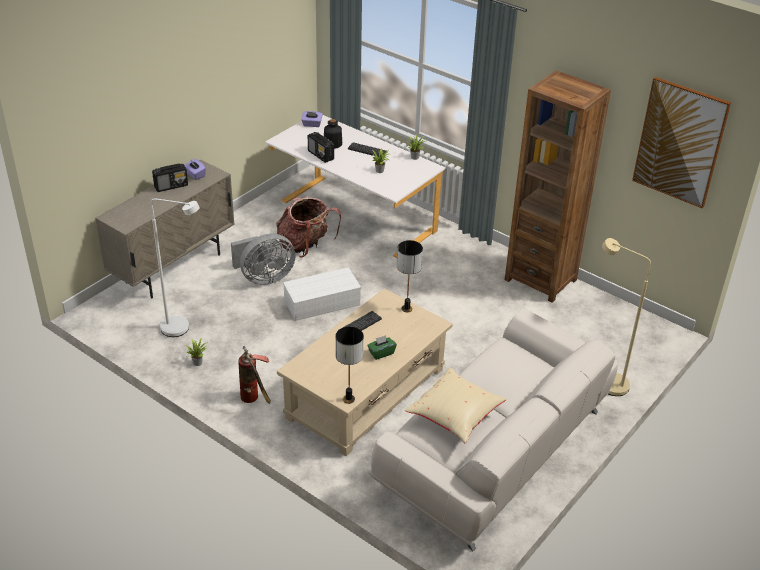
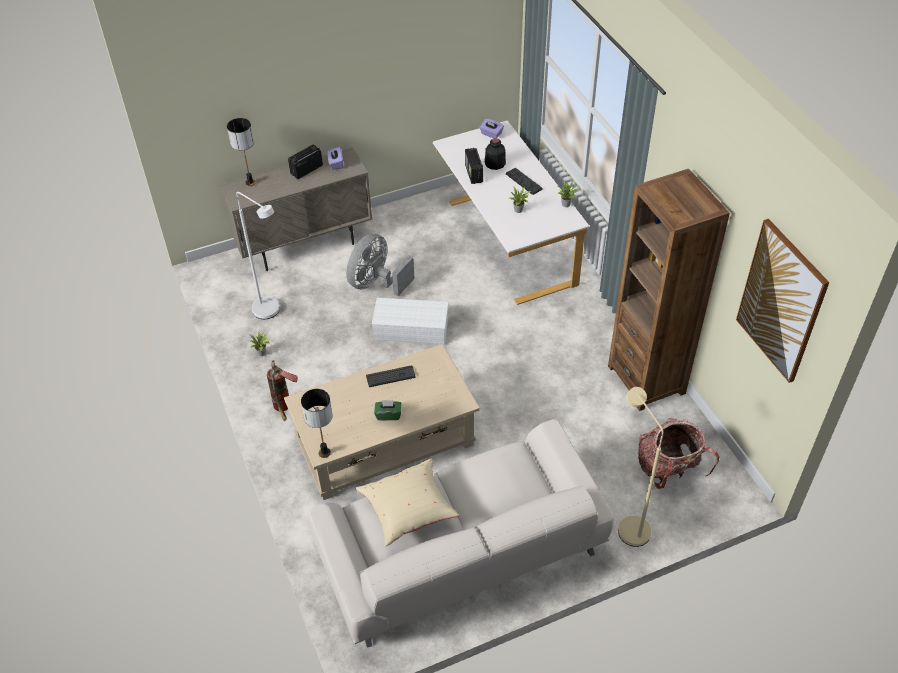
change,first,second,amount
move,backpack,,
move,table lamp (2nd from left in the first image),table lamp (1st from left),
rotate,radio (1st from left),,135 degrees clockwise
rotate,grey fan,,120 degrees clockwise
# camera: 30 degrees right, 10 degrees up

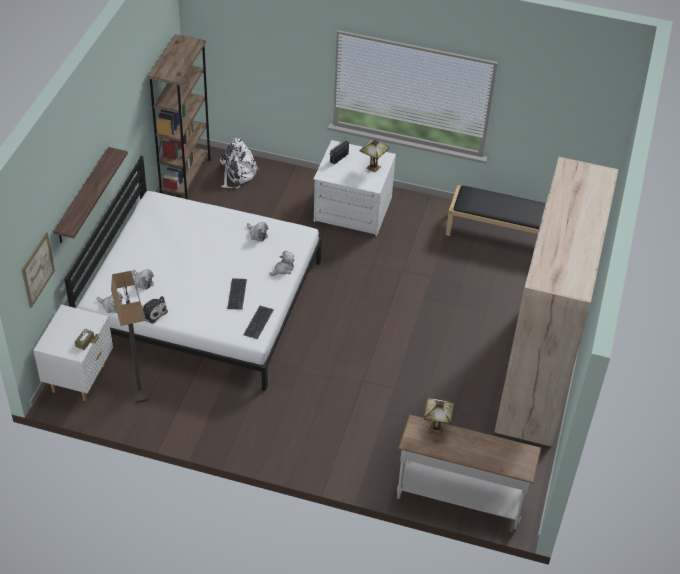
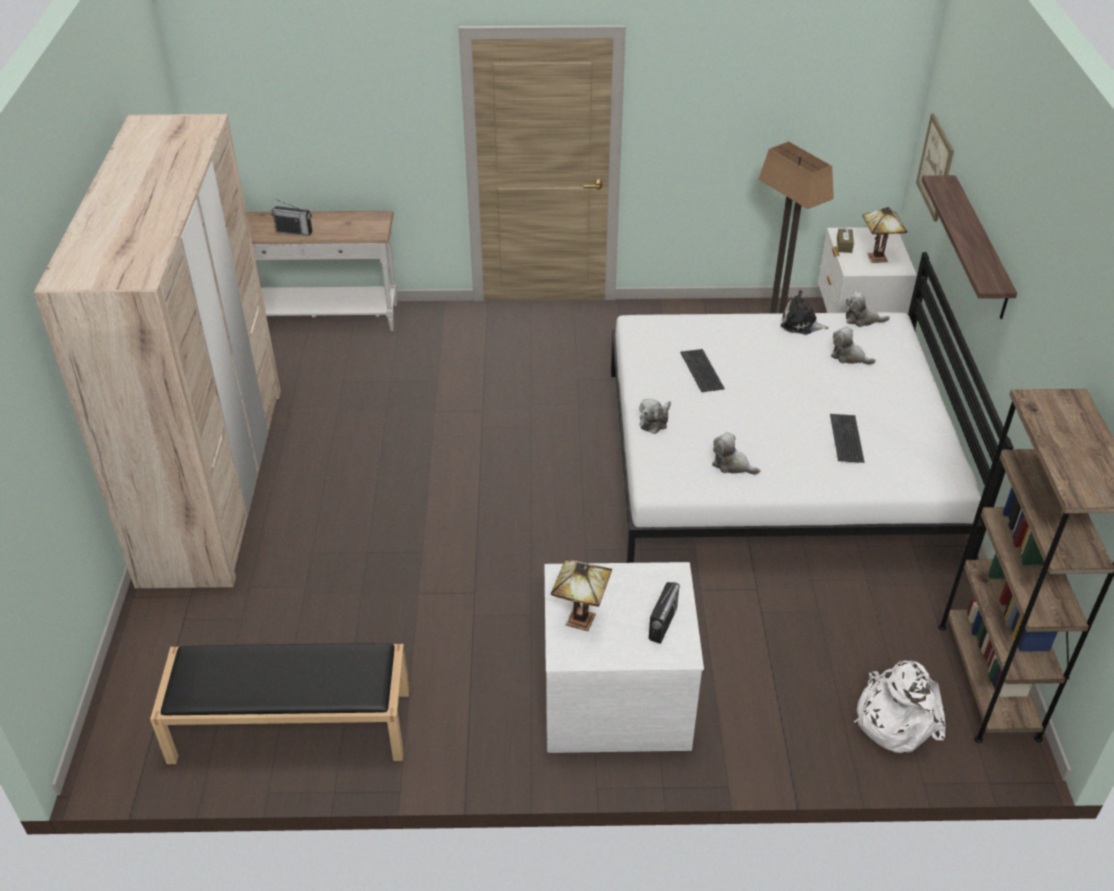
change,first,second,amount
insert,,radio (1st from left),
move,keyboard (2nd from left),,
move,table lamp (2nd from left),,
# camera: 165 degrees right, 5 degrees down

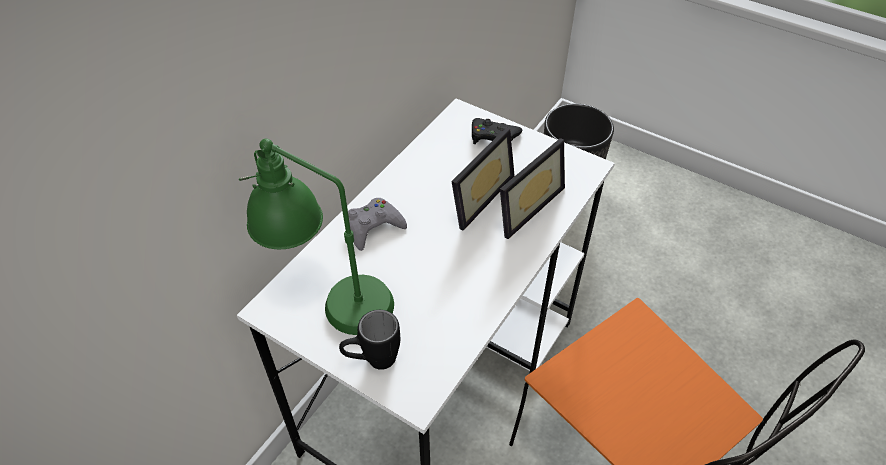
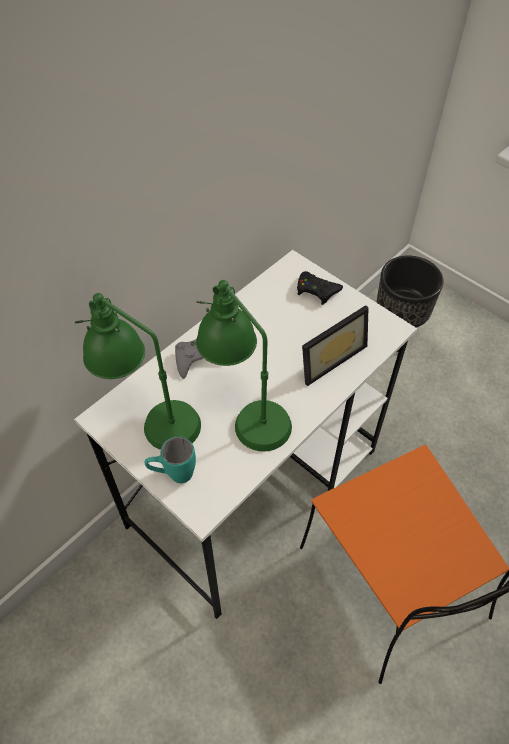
change,first,second,amount
delete,picture frame (1st from left),,
insert,,green table lamp (2nd from left),
recolor,black mug,turquoise mug,
# camera: 10 degrees right, 5 degrees up

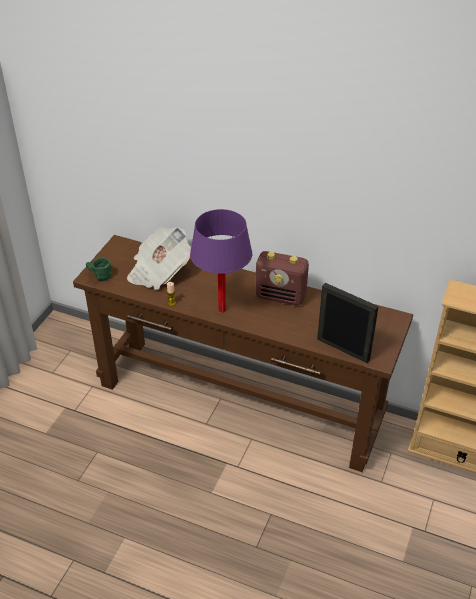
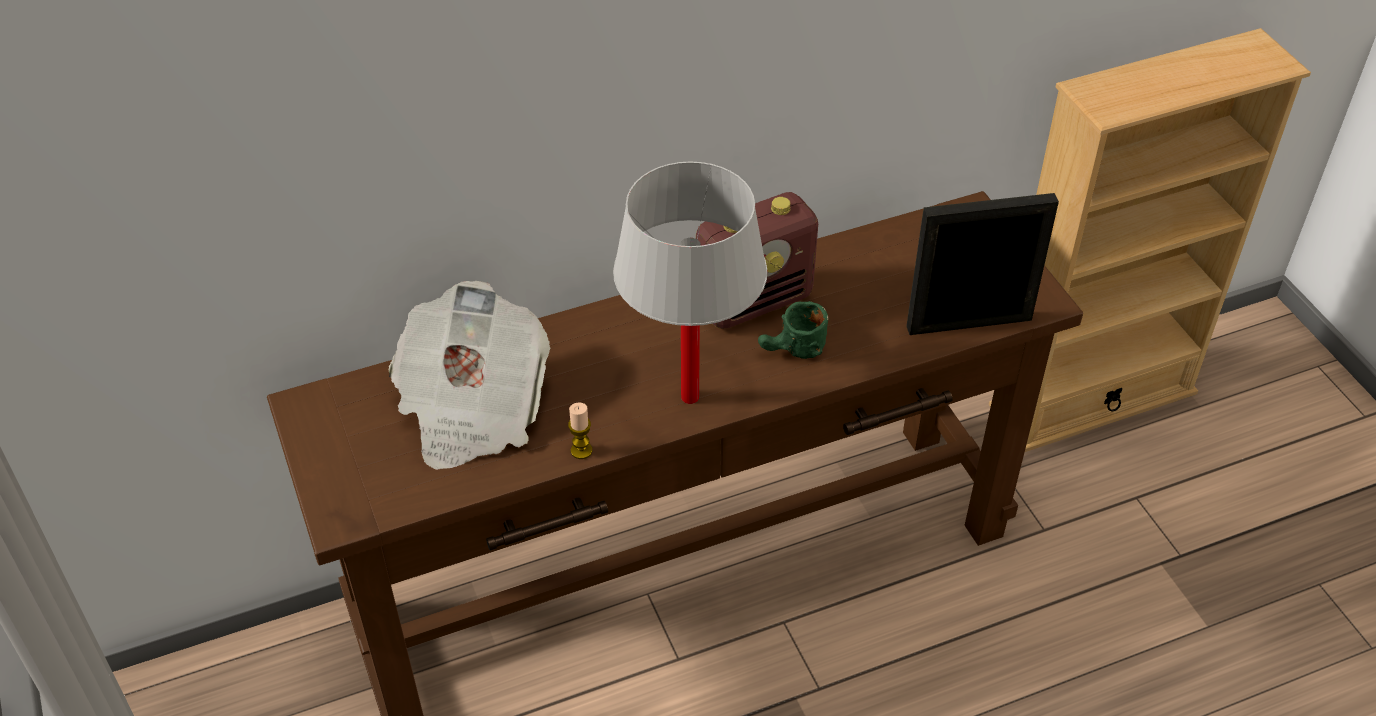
change,first,second,amount
move,green mug,,
recolor,purple table lamp,white table lamp,
# camera: 45 degrees left, 5 degrees up

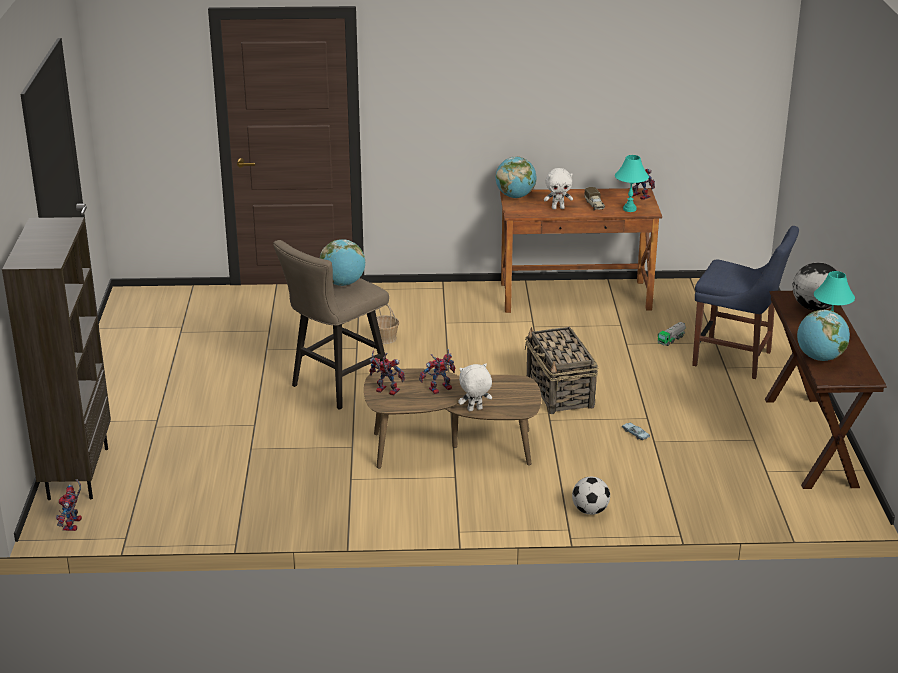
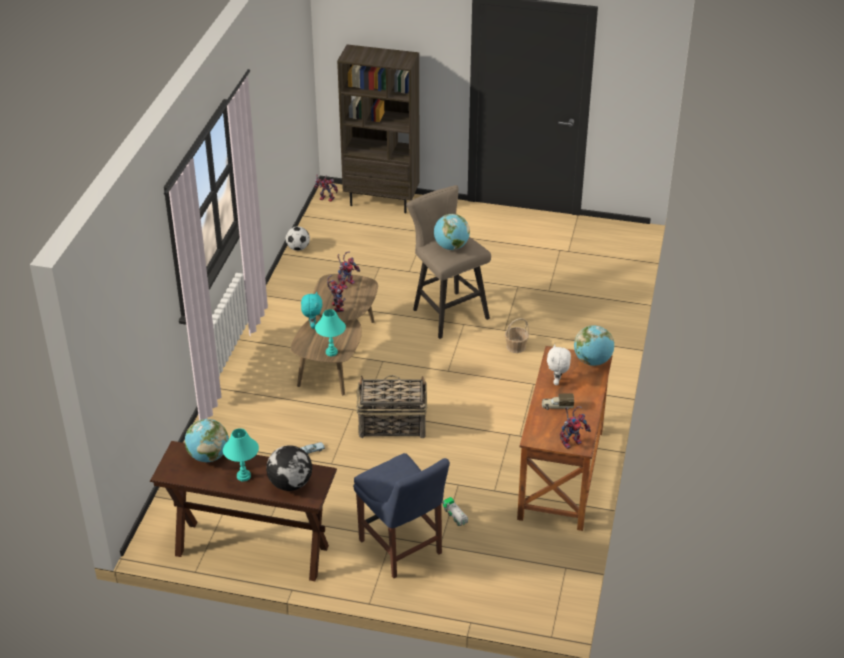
change,first,second,amount
move,football,,
move,turquoise table lamp (1st from left in the first image),turquoise table lamp (2nd from left),
recolor,white plush toy (1st from left),turquoise plush toy,
rotate,blue chair,,75 degrees counterclockwise
# camera: 105 degrees right, 10 degrees up

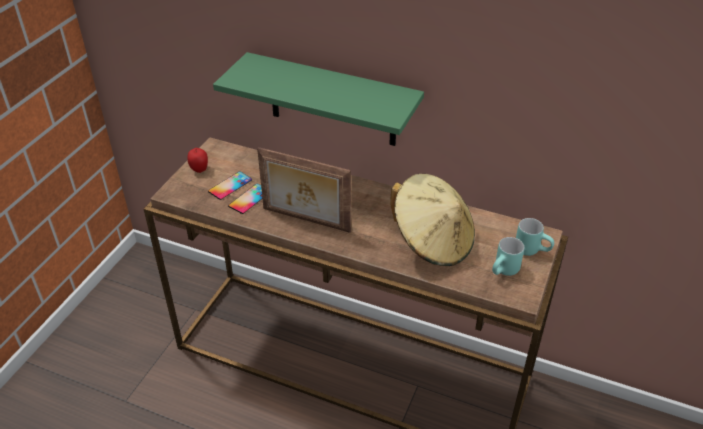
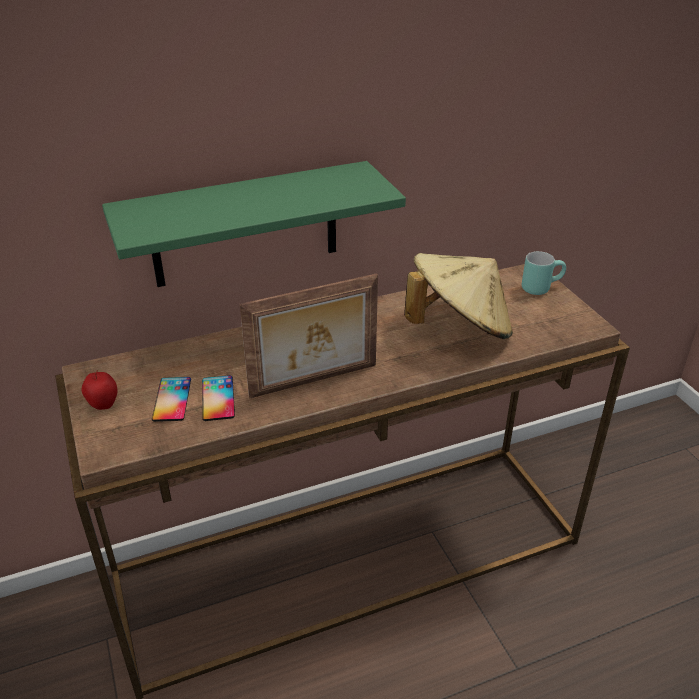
change,first,second,amount
delete,turquoise mug (1st from left),,
# camera: 45 degrees left, 5 degrees down

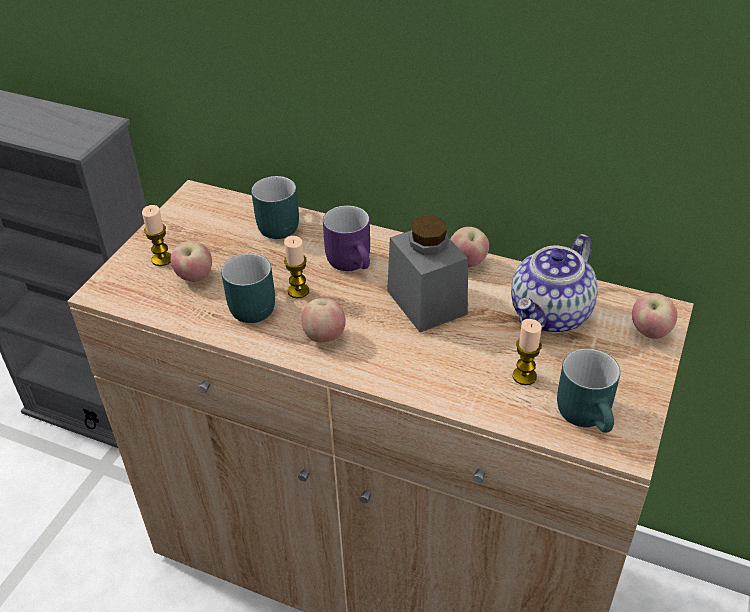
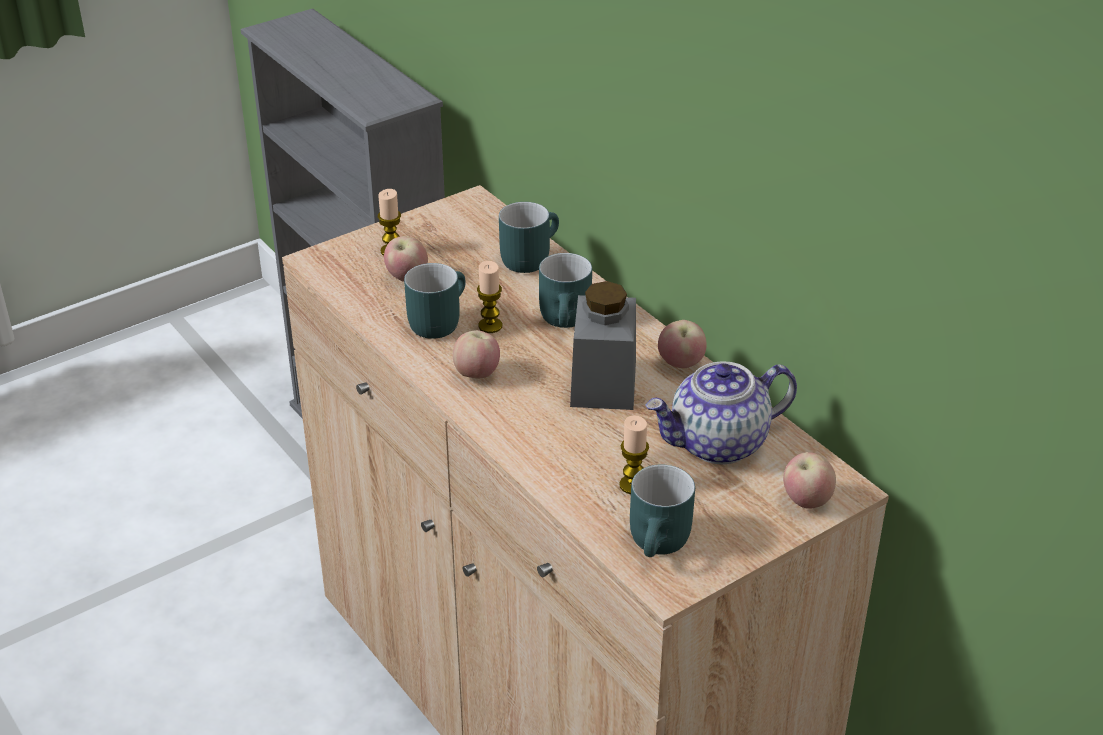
change,first,second,amount
recolor,purple mug,turquoise mug (3rd from left),
# camera: 30 degrees right, 5 degrees down

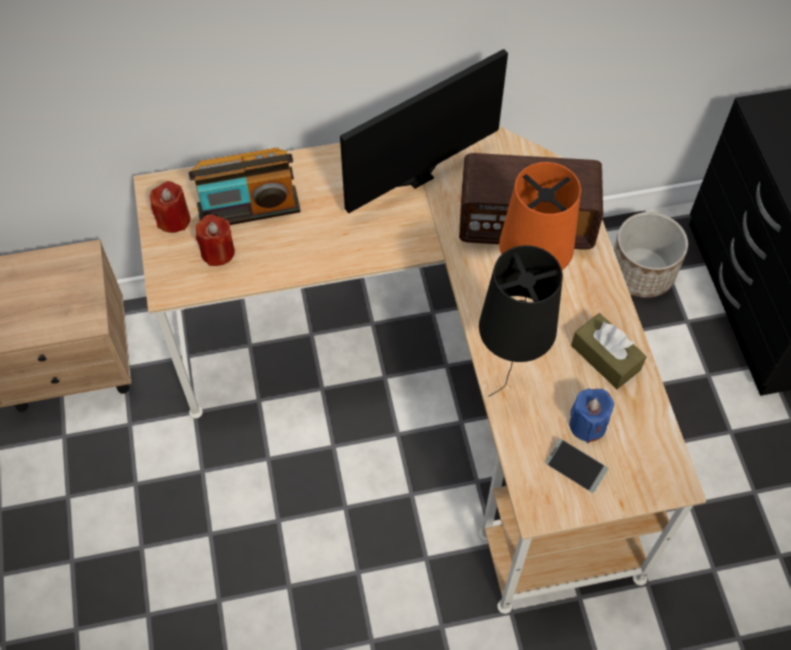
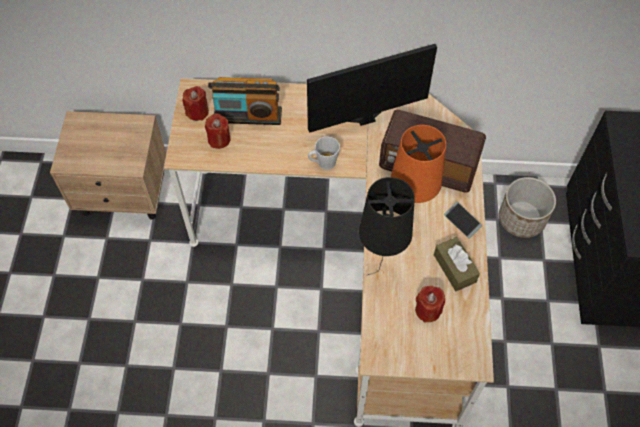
change,first,second,amount
insert,,grey mug,
move,phone,,
recolor,blue candle,red candle (3rd from left),
# camera: 15 degrees right, 0 degrees up

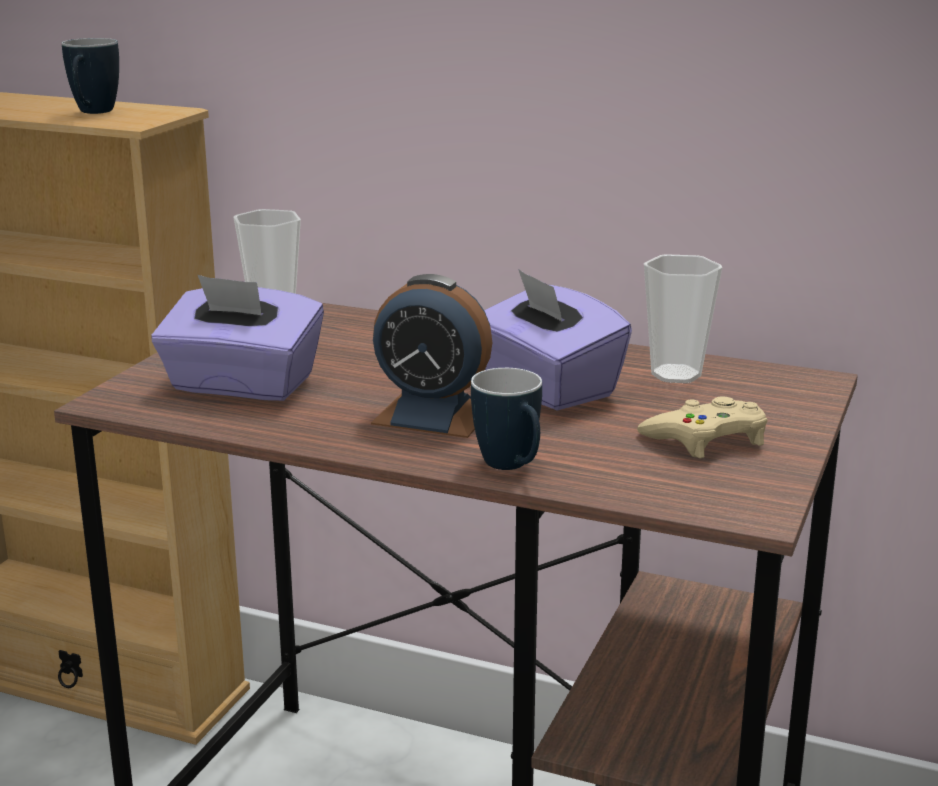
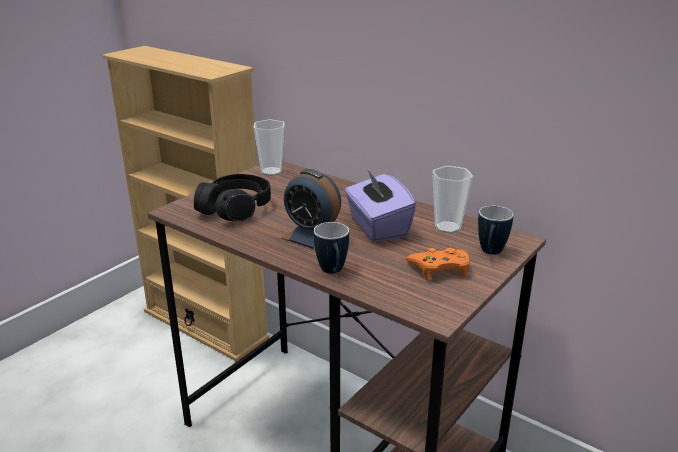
change,first,second,amount
move,mug (1st from left in the first image),mug (2nd from left),
replace,purple tissue box (1st from left),black headphones,
recolor,beige game controller,orange game controller,
# camera: 15 degrees right, 5 degrees up

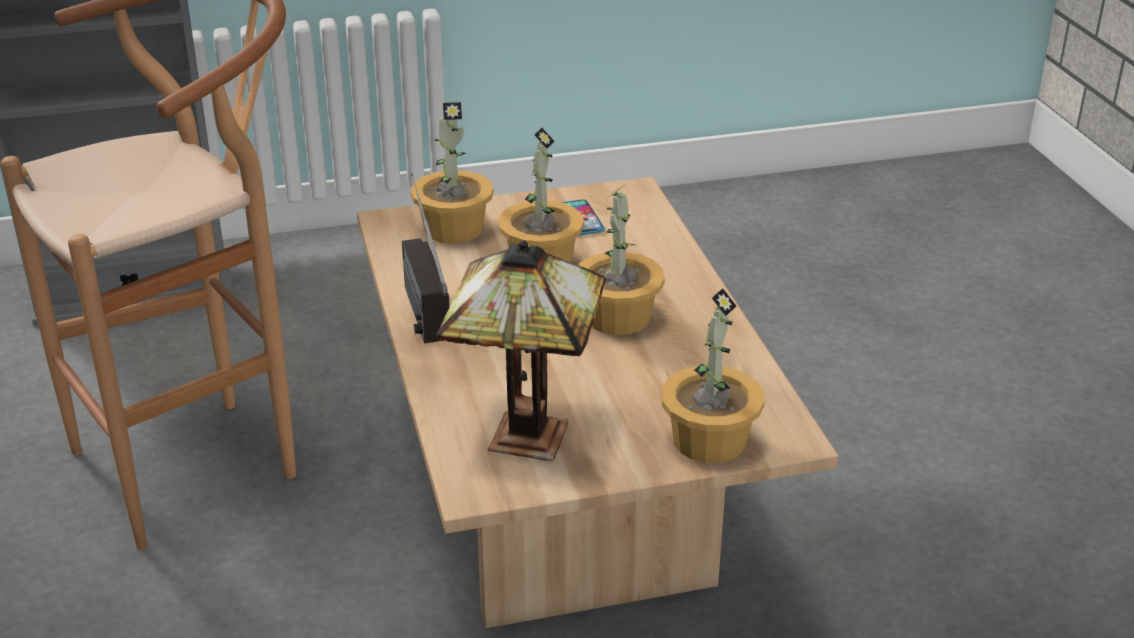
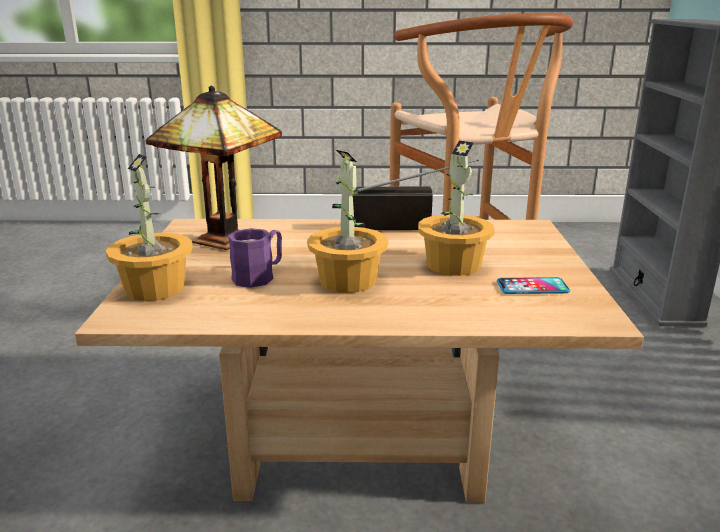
change,first,second,amount
delete,potted plant (1st from left),,
insert,,purple mug,
# camera: 105 degrees right, 10 degrees down

